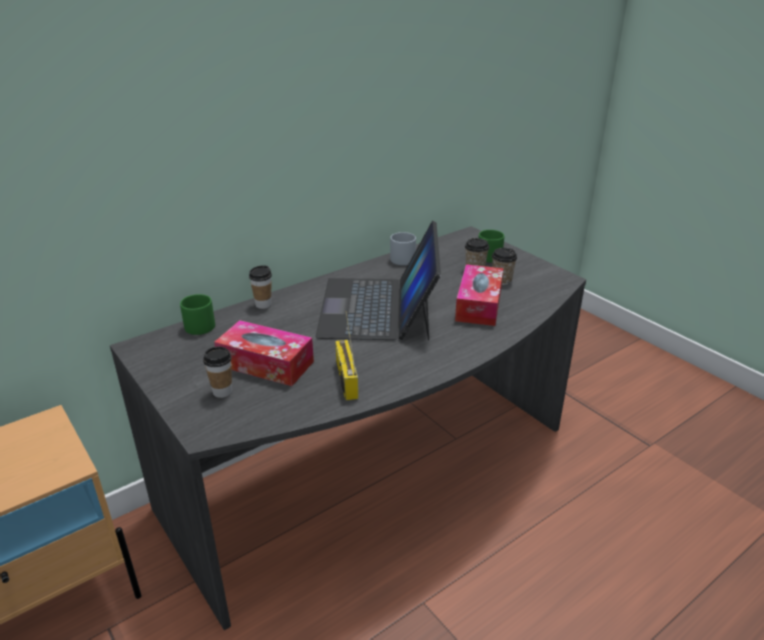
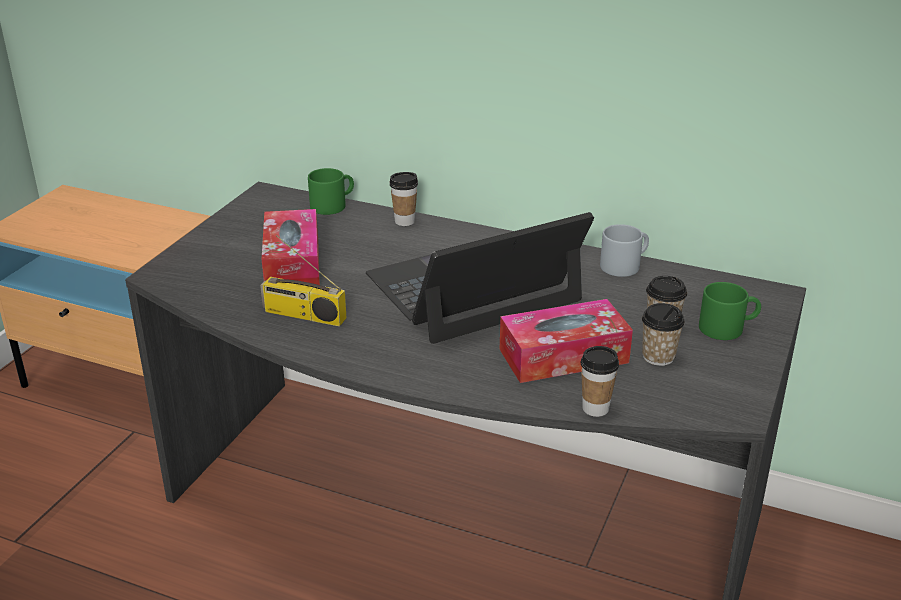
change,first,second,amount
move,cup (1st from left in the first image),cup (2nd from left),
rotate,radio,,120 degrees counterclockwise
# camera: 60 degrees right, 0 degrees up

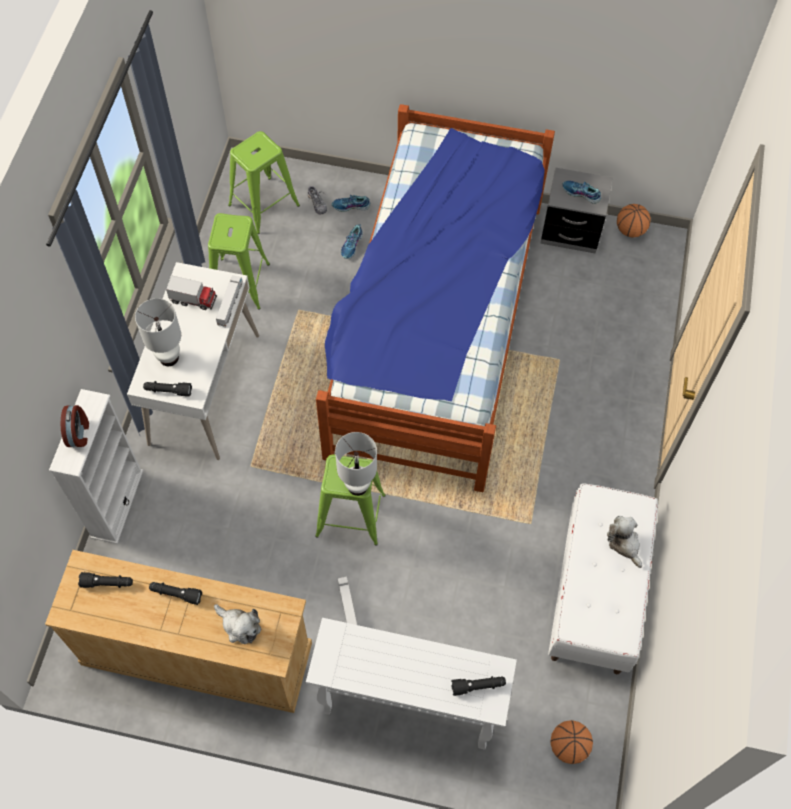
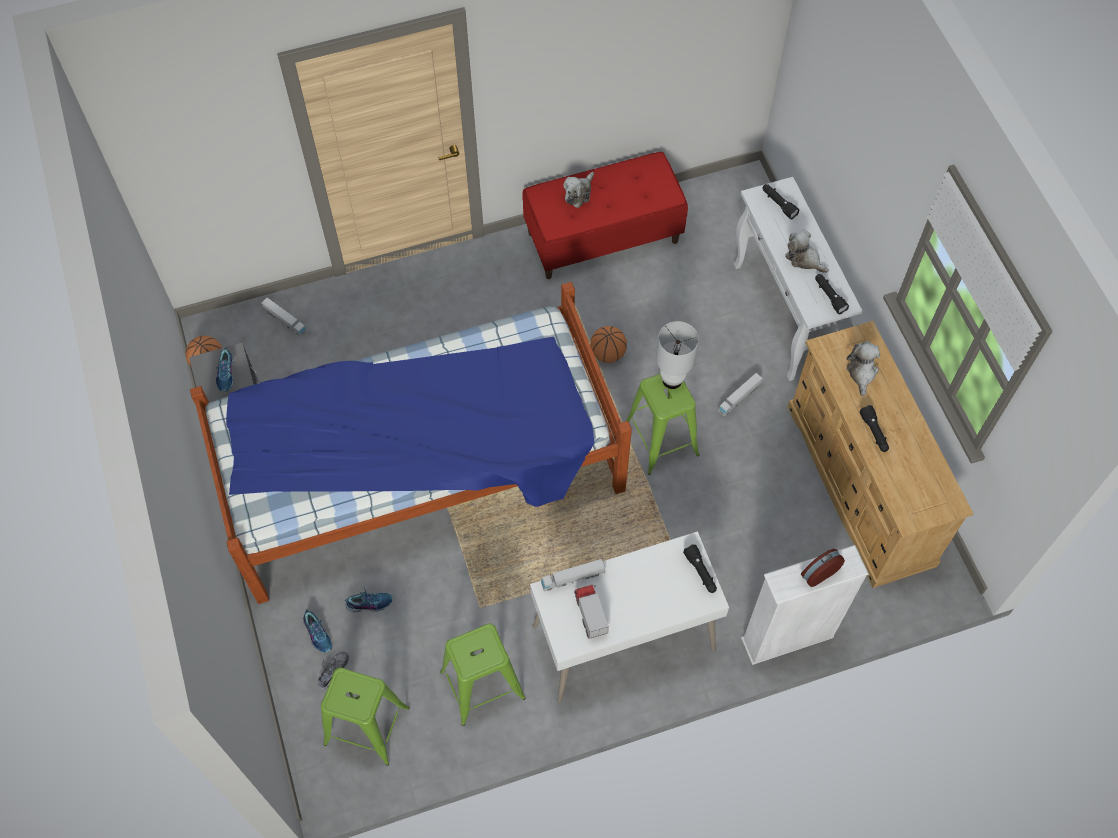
change,first,second,amount
delete,white table lamp (1st from left),,
insert,,toy truck (1st from left),
insert,,plush toy (2nd from left),
move,black flashlight (1st from left in the first image),black flashlight (3rd from left),
move,basketball (1st from left in the first image),basketball (2nd from left),
recolor,white bench,red bench,
# camera: 120 degrees left, 0 degrees up

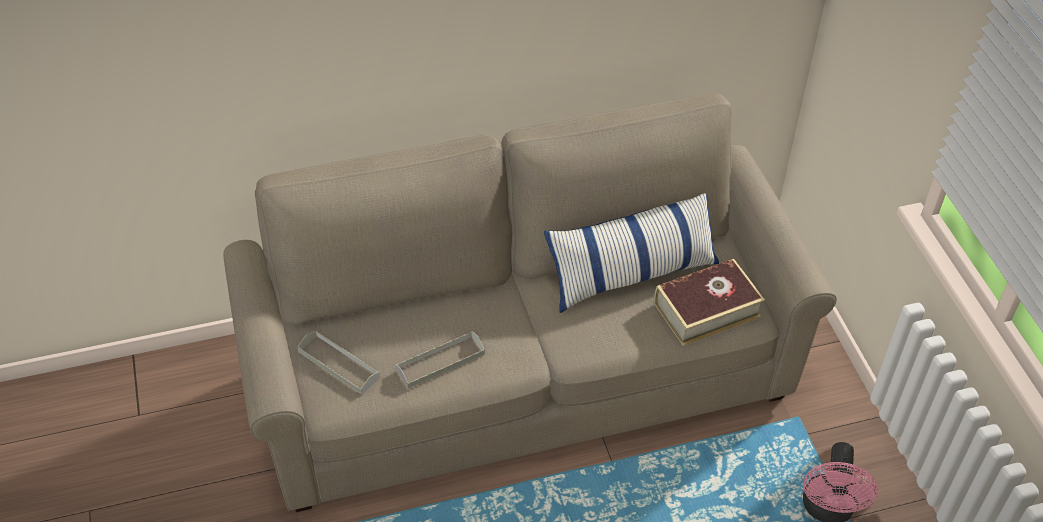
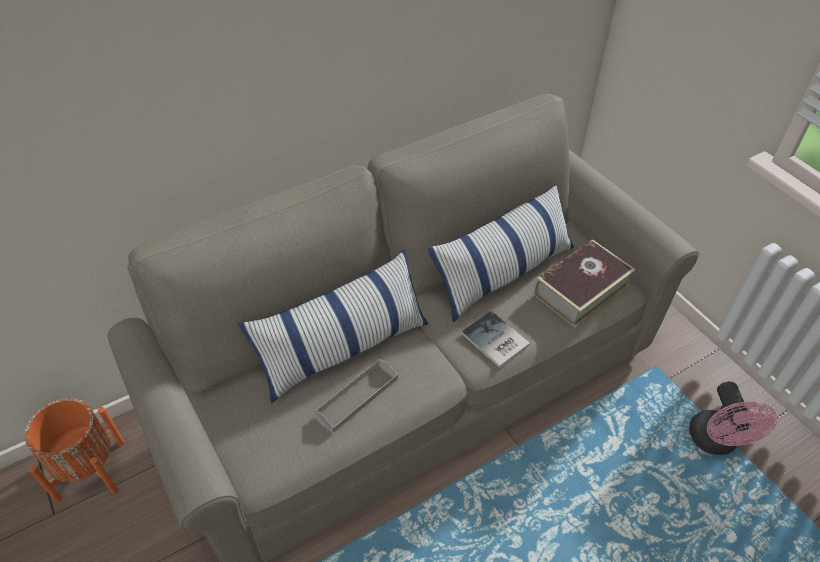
change,first,second,amount
delete,grey tray (1st from left),,
insert,,orange planter,
insert,,pillow (1st from left),
insert,,book (1st from left),
# camera: 15 degrees left, 0 degrees up

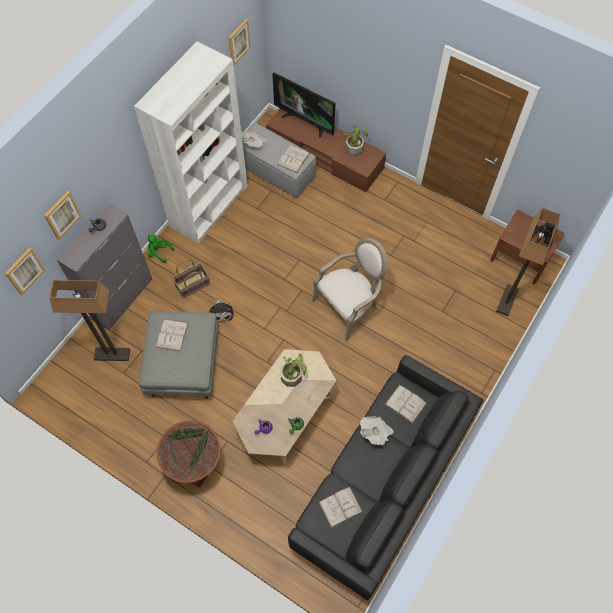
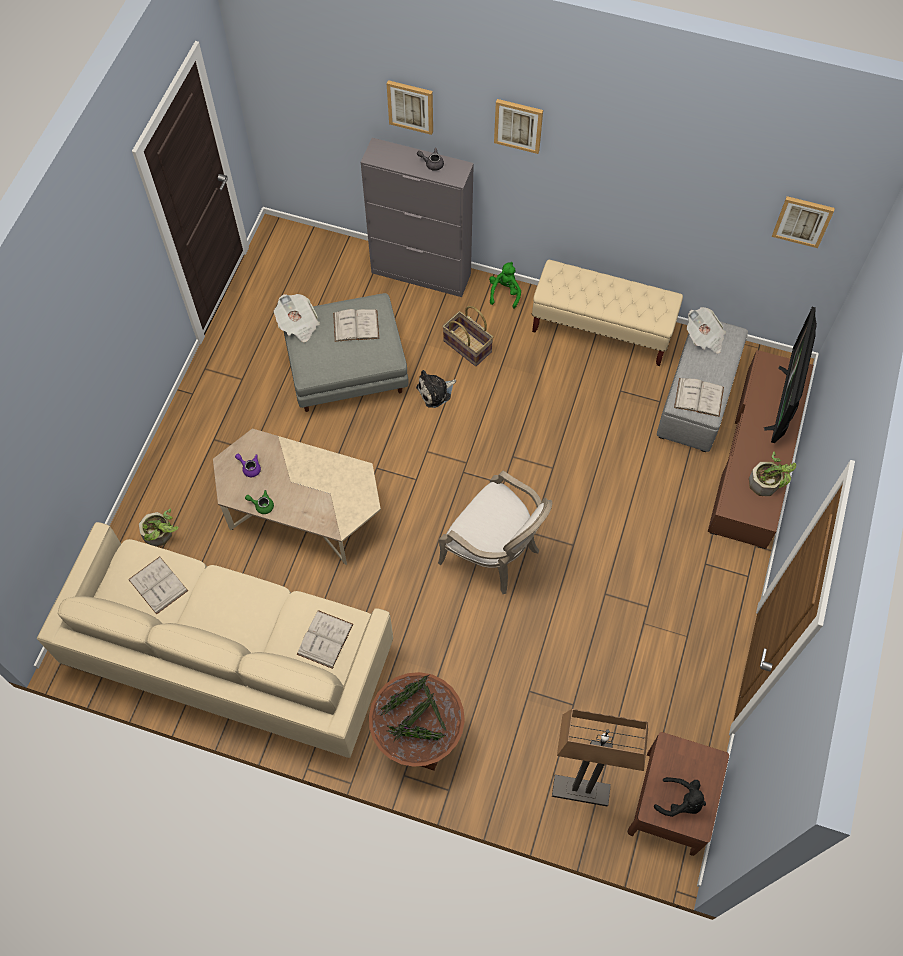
change,first,second,amount
delete,floor lamp (1st from left),,
move,picture (1st from left in the first image),picture (2nd from left),
move,brown planter,,
move,potted plant (1st from left),,
move,newspaper (2nd from left in the first image),newspaper (1st from left),
replace,white bookcase,beige bench,
recolor,black sofa,beige sofa,
# camera: 75 degrees right, 0 degrees up

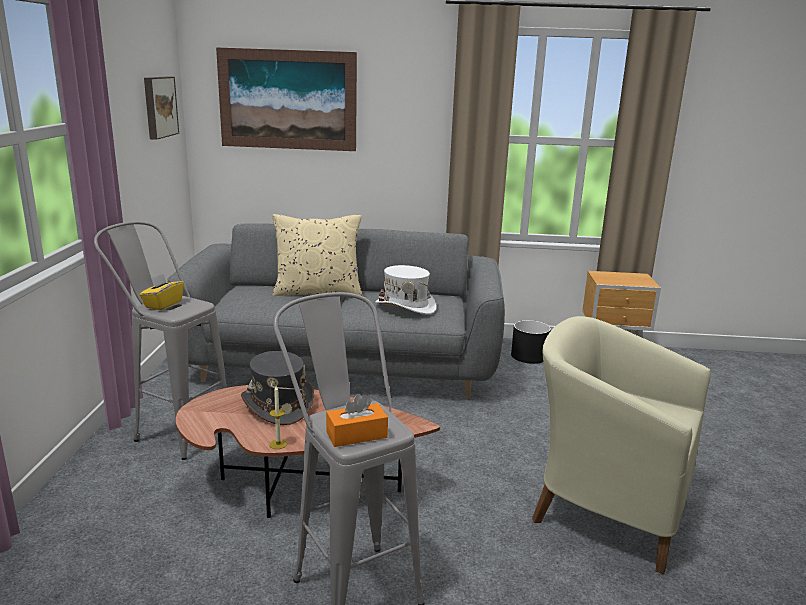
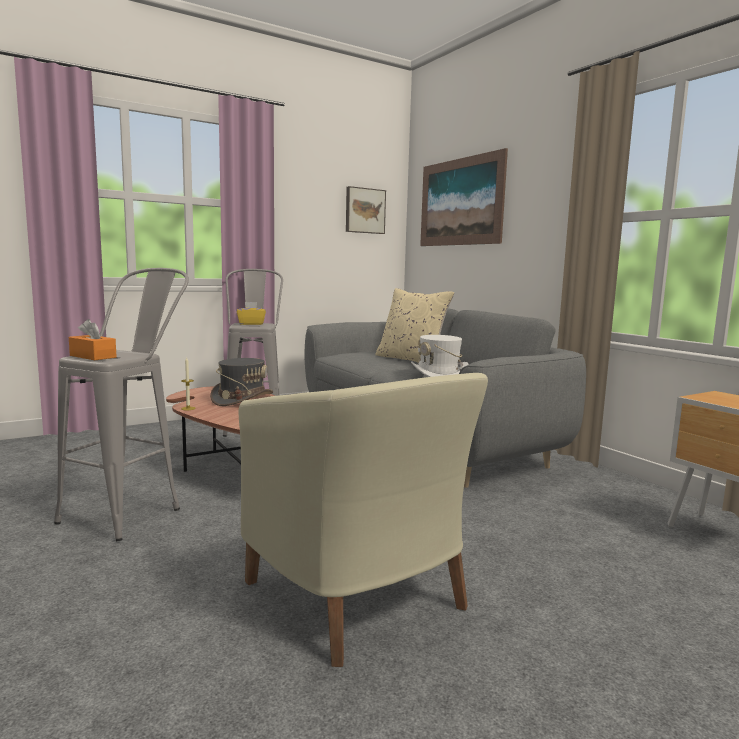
change,first,second,amount
delete,black planter,,
rotate,beige armchair,,150 degrees clockwise
# camera: 55 degrees right, 10 degrees down

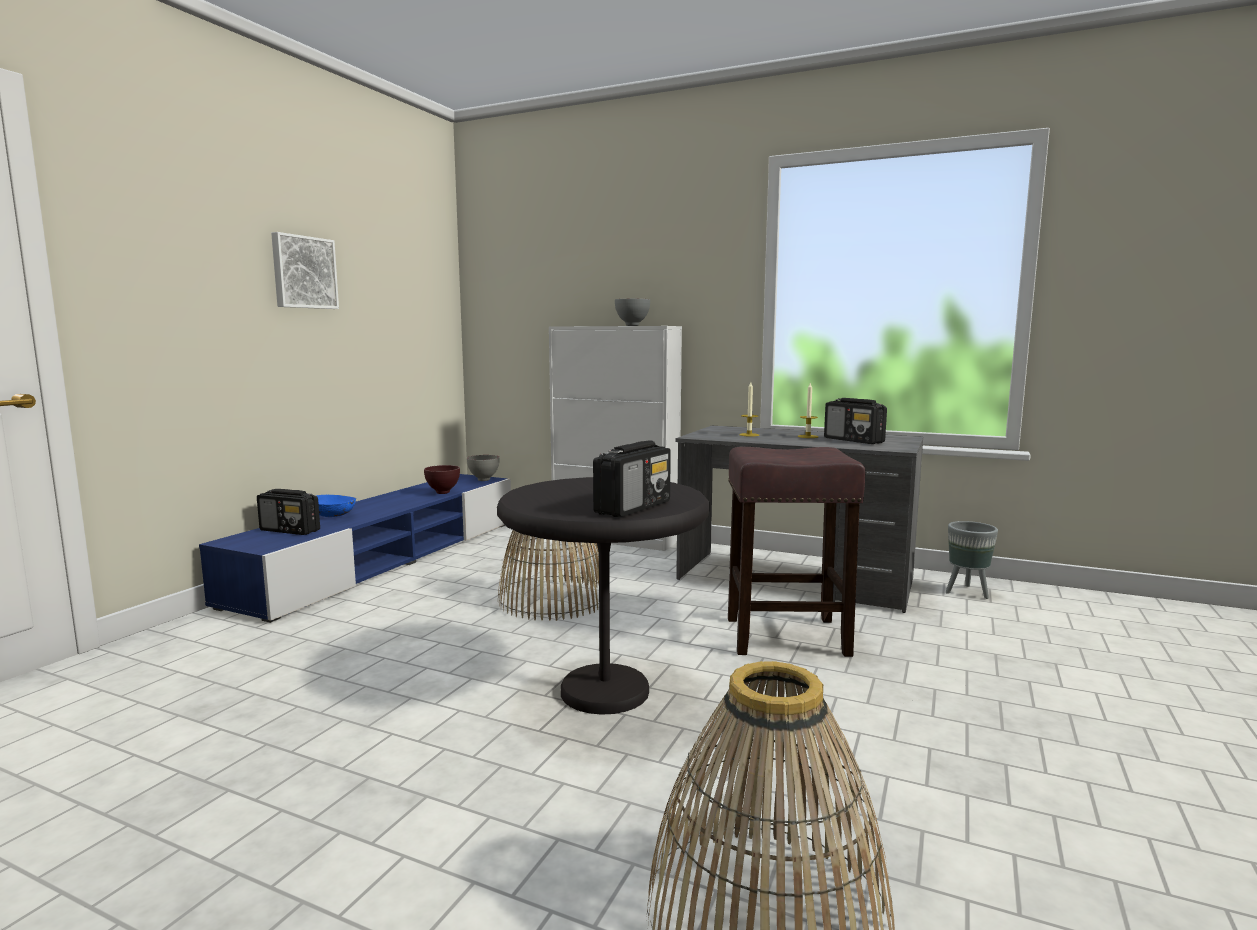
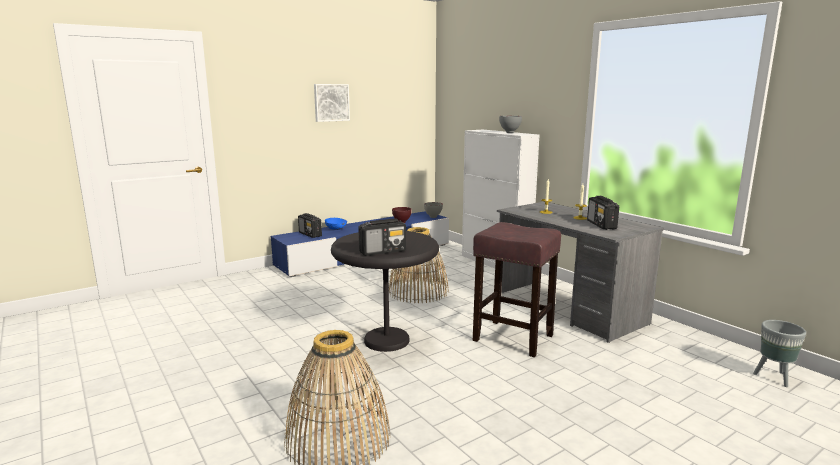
change,first,second,amount
move,grey planter,,
# camera: 30 degrees right, 5 degrees up

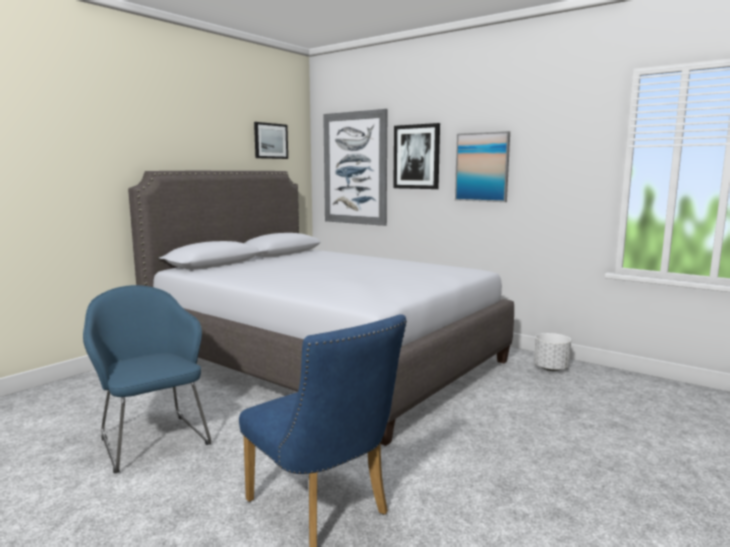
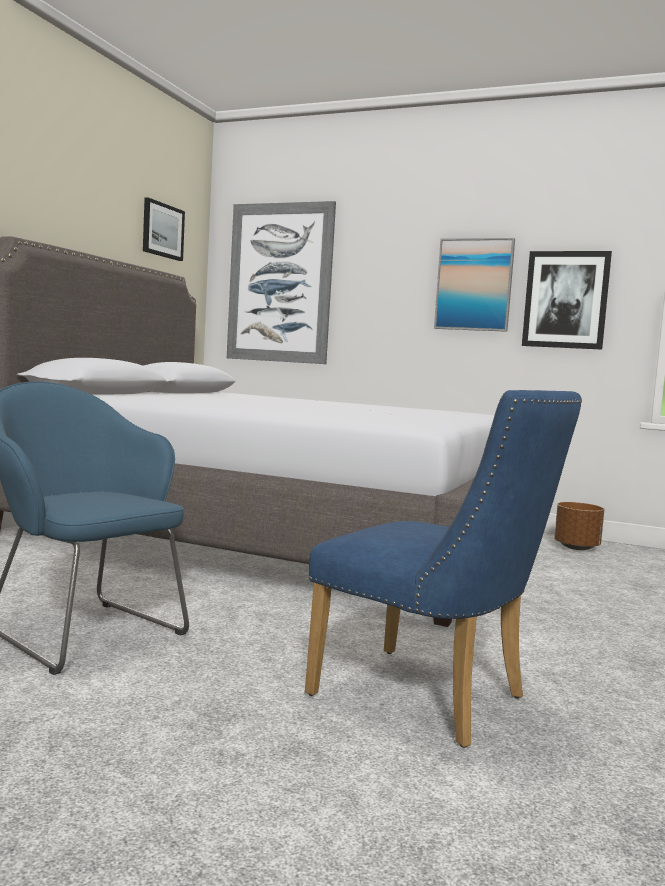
change,first,second,amount
move,picture (3rd from left in the first image),picture (4th from left),
recolor,white planter,brown planter,
# camera: 15 degrees left, 5 degrees down

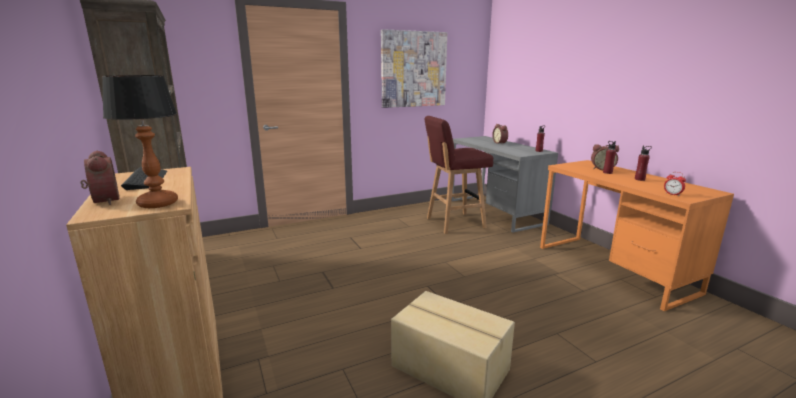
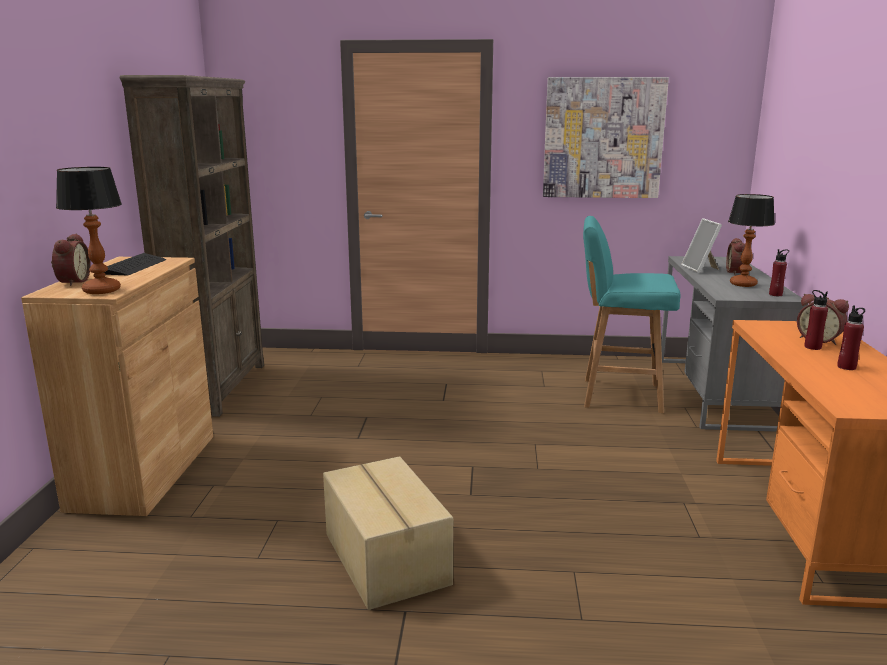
change,first,second,amount
delete,alarm clock (4th from left),,
insert,,picture frame,
insert,,table lamp (2nd from left),
recolor,red stool,turquoise stool,
# camera: 30 degrees right, 0 degrees up

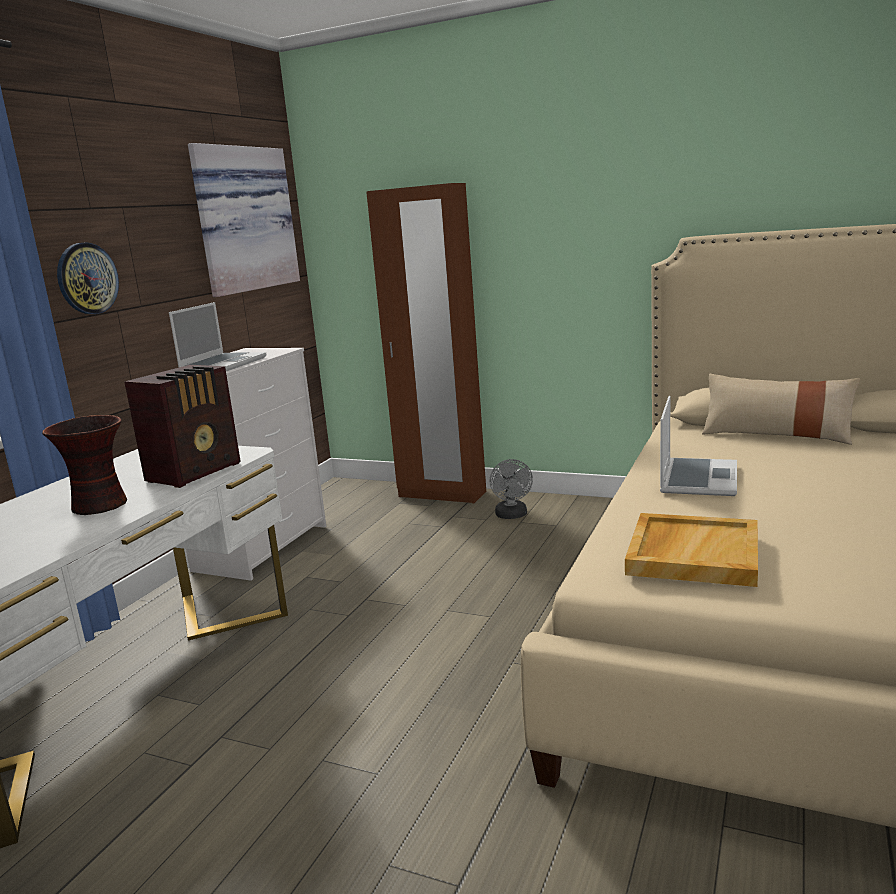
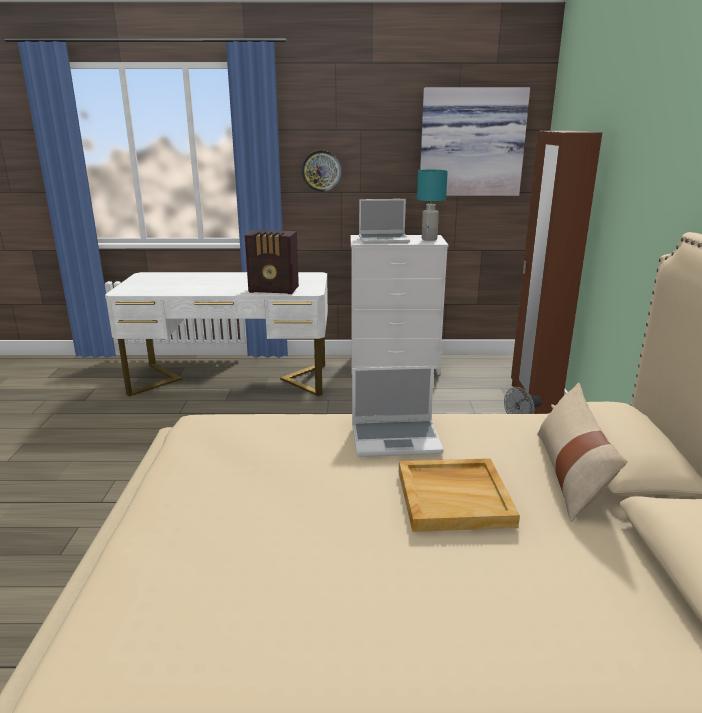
change,first,second,amount
delete,vase,,
insert,,turquoise table lamp,
move,beige tray,,
# camera: 65 degrees right, 5 degrees up

